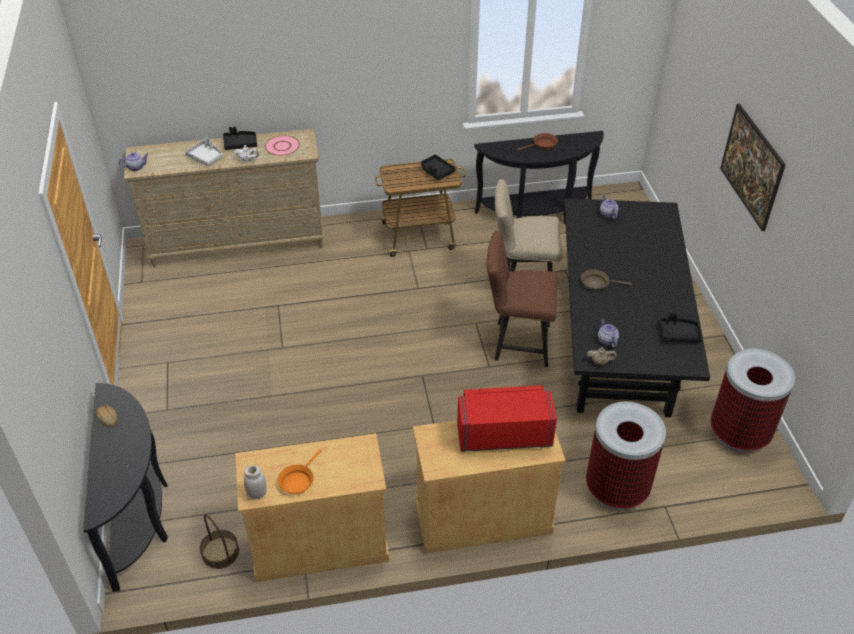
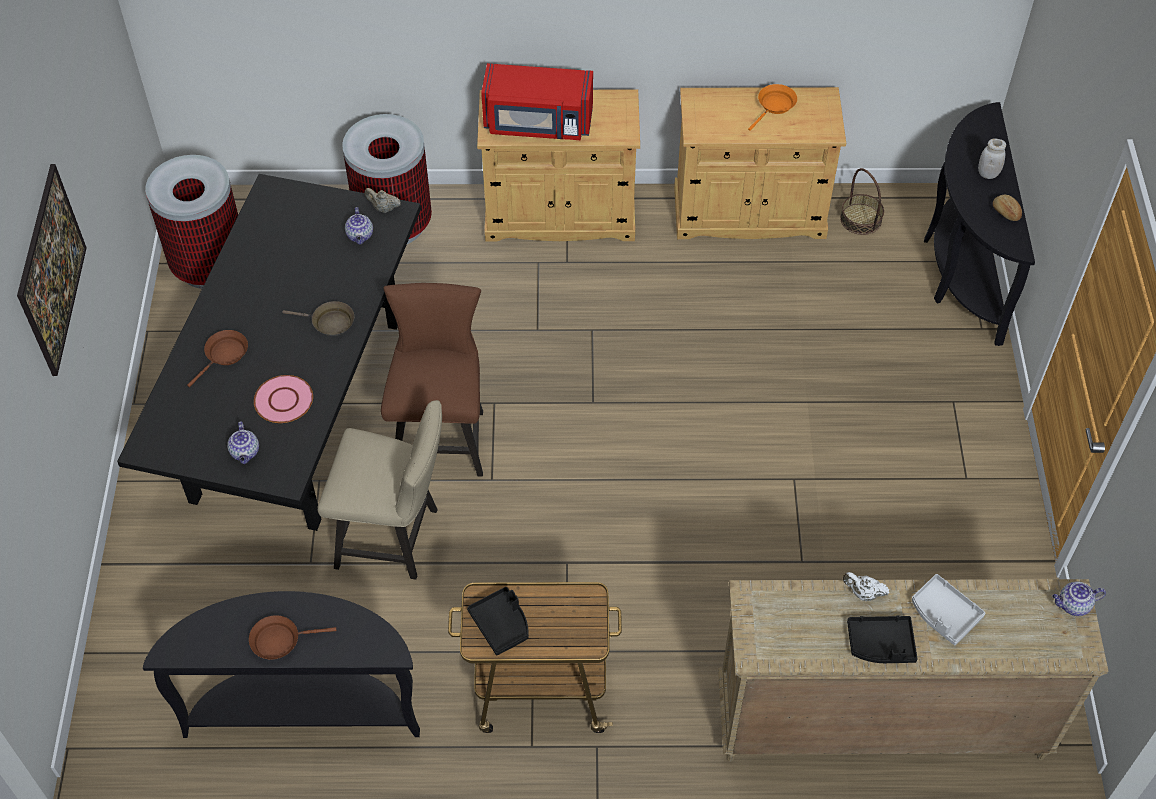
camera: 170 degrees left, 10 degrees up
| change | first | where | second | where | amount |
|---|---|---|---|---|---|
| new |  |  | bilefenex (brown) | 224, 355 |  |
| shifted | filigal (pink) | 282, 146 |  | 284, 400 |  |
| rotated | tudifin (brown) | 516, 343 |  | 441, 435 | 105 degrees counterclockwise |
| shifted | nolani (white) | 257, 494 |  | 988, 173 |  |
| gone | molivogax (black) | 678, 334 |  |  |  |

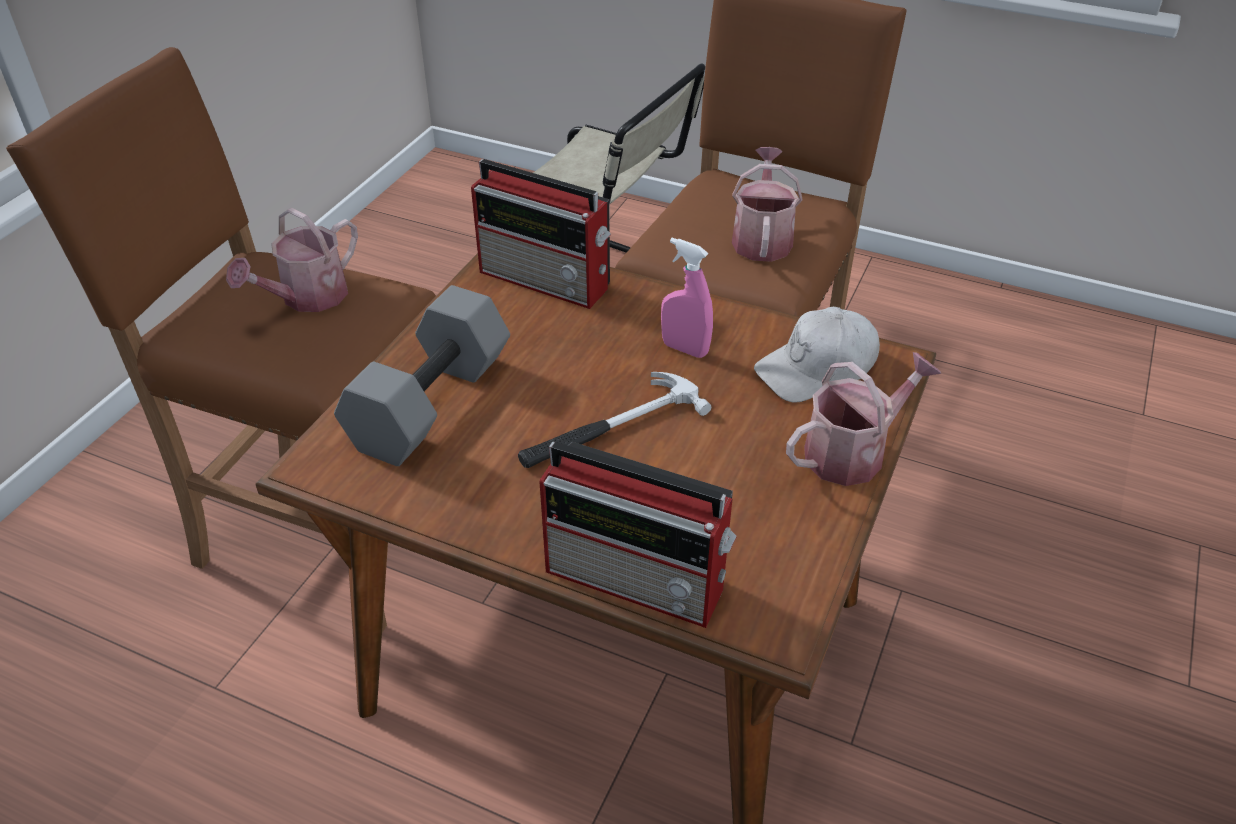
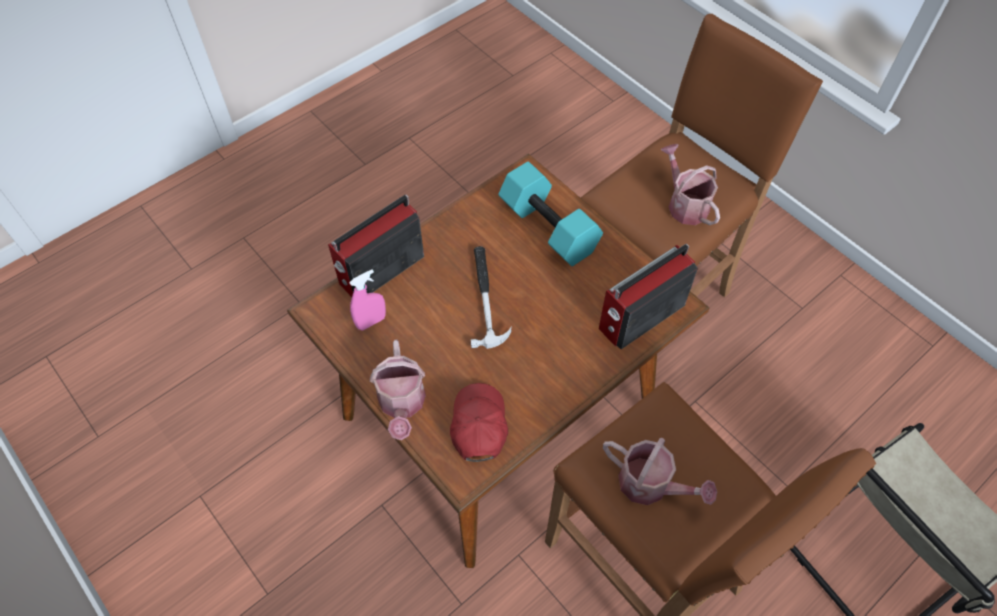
camera: 115 degrees right, 15 degrees up
| change | first | where | second | where | amount |
|---|---|---|---|---|---|
| shifted | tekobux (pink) | 685, 349 |  | 371, 322 |  |
| repainted | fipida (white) | 817, 369 | fipida (red) | 478, 426 |  |
| repainted | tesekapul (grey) | 429, 401 | tesekapul (turquoise) | 550, 227 |  |

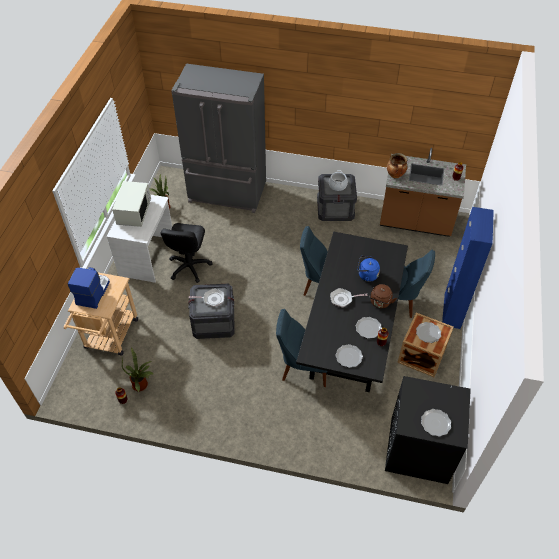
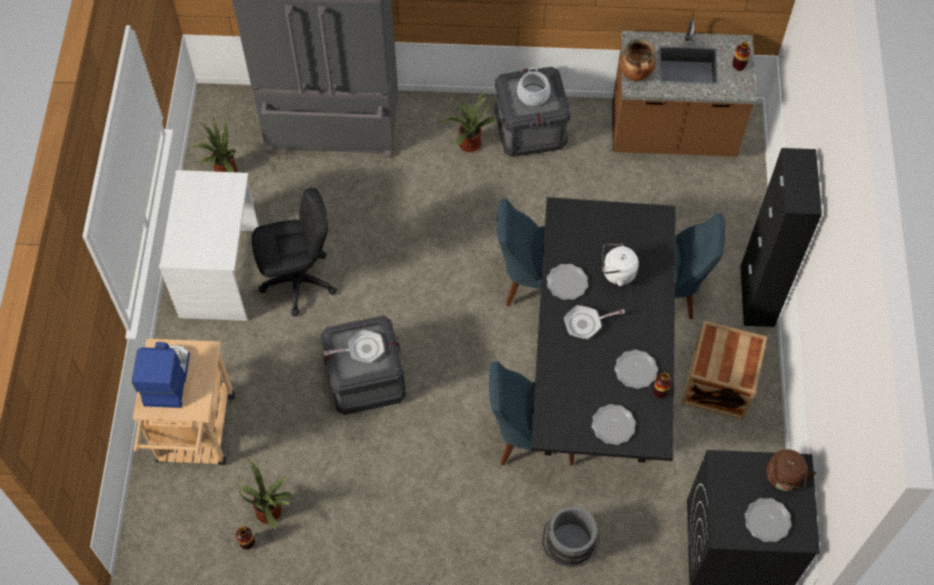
camera: 10 degrees left, 10 degrees up
| change | first | where | second | where | amount |
|---|---|---|---|---|---|
| rotated | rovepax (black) | 189, 267 |  | 299, 281 | 105 degrees counterclockwise |
| new |  |  | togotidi | 468, 142 |  |
| new |  |  | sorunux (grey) | 569, 549 |  |
| shifted | filigal | 428, 333 |  | 567, 282 |  |
| repainted | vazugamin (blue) | 366, 275 | vazugamin (white) | 616, 273 |  |
| repainted | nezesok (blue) | 452, 311 | nezesok (black) | 757, 296 |  |
| shifted | vazugamin (brown) | 380, 303 |  | 783, 478 |  |
| gone | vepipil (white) | 134, 212 |  |  |  |

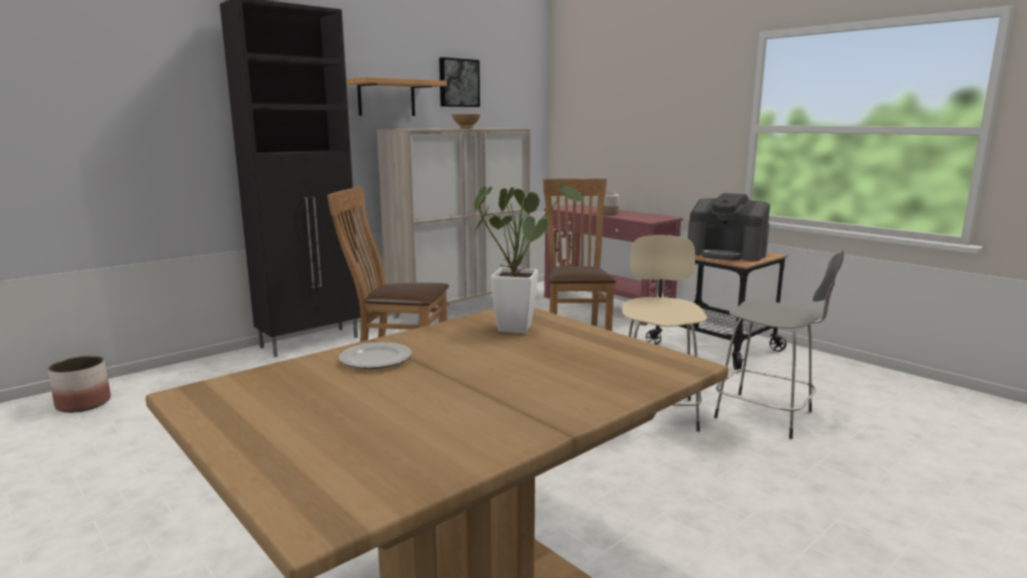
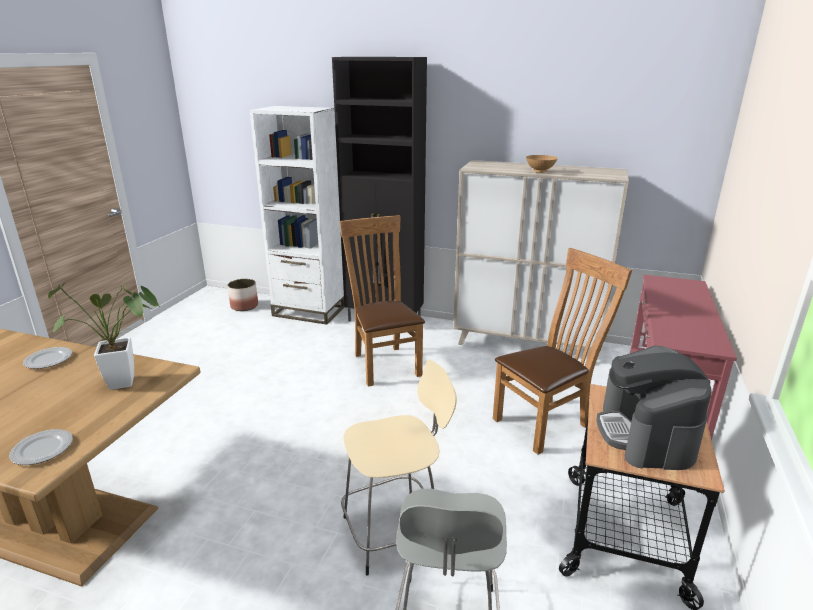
camera: 60 degrees right, 10 degrees up
| change | first | where | second | where | amount |
|---|---|---|---|---|---|
| new |  |  | filigal | 43, 449 |  |
| new |  |  | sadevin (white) | 308, 311 |  |
| gone | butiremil | 386, 98 |  |  |  |
| gone | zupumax | 458, 83 |  |  |  |
| gone | nolani | 608, 213 |  |  |  |

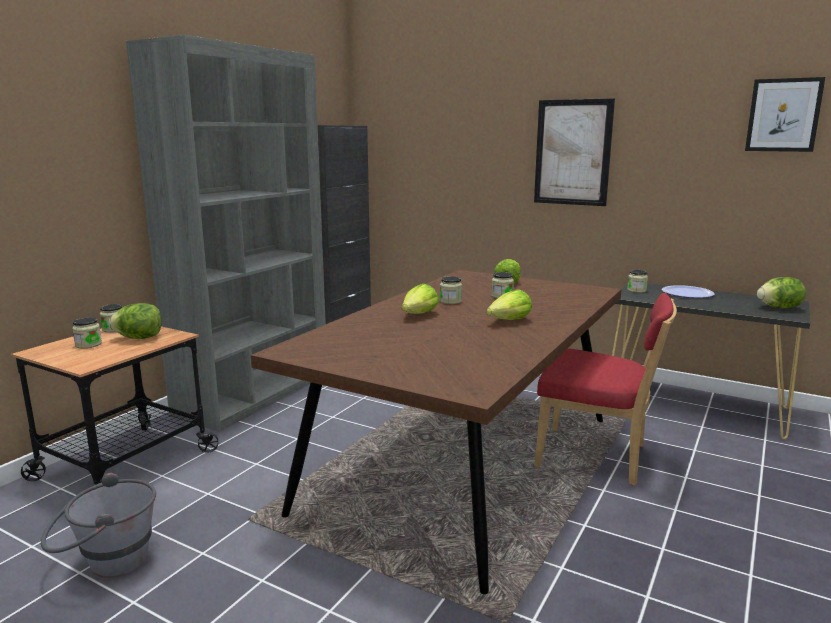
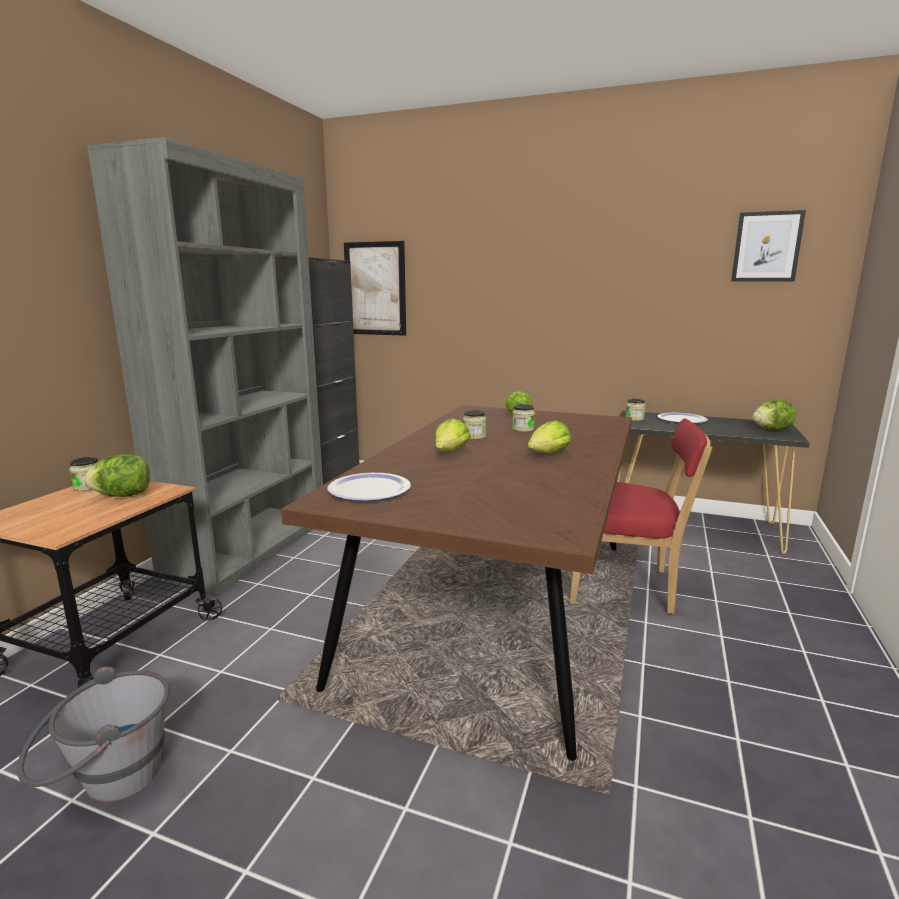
camera: 10 degrees left, 0 degrees up
| change | first | where | second | where | amount |
|---|---|---|---|---|---|
| new |  |  | filigal | 369, 489 |  |
| shifted | zupumax | 572, 152 |  | 375, 289 |  |
| gone | nolani | 88, 344 |  |  |  |

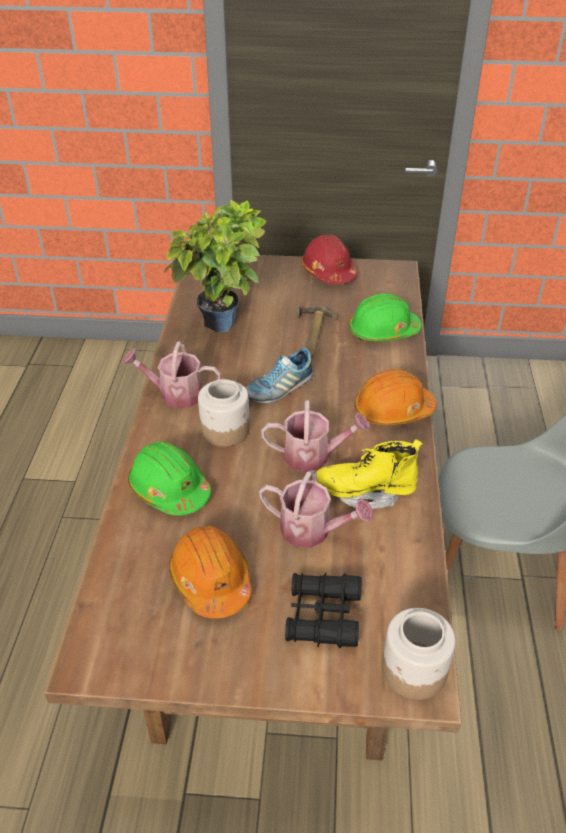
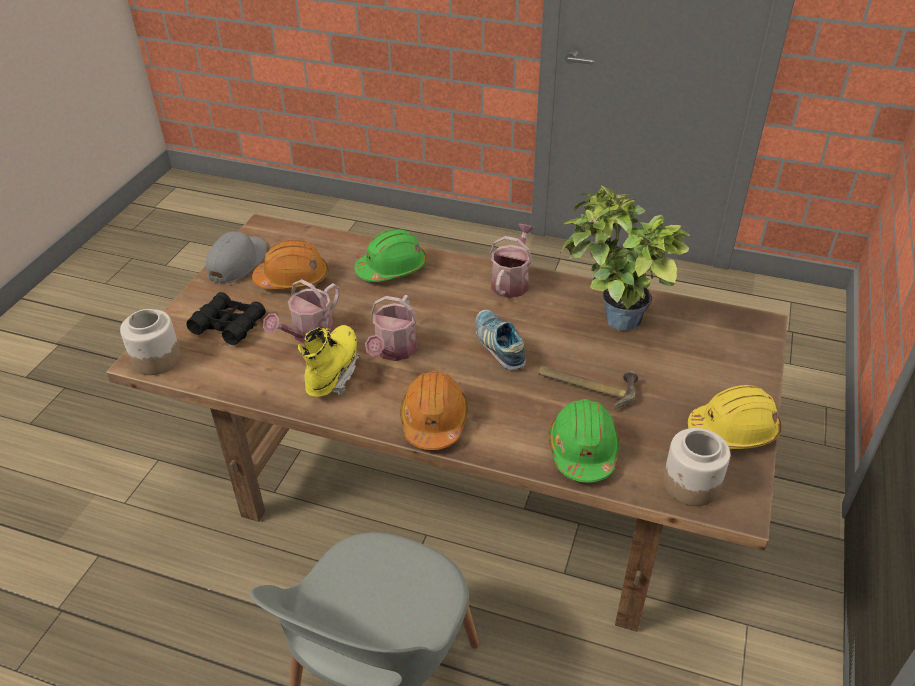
camera: 105 degrees right, 0 degrees up
| change | first | where | second | where | amount |
|---|---|---|---|---|---|
| new |  |  | fipida (grey) | 237, 262 |  |
| shifted | nolani | 226, 430 |  | 691, 484 |  |
| repainted | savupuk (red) | 328, 272 | savupuk (yellow) | 733, 430 |  |

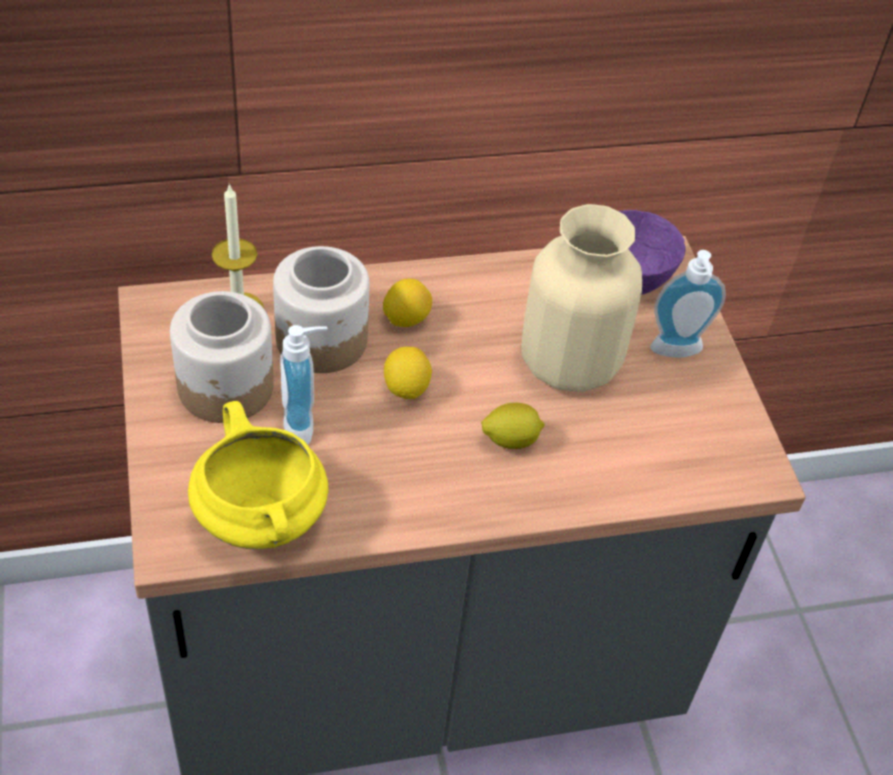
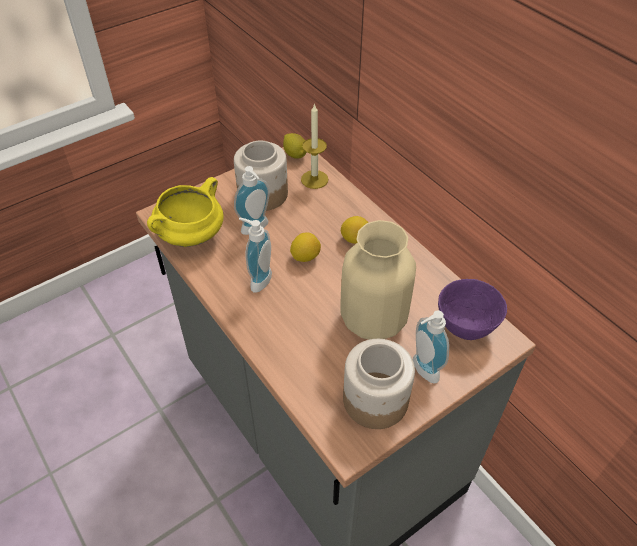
camera: 70 degrees right, 0 degrees up
| change | first | where | second | where | amount |
|---|---|---|---|---|---|
| new |  |  | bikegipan | 257, 279 |  |
| shifted | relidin | 510, 440 |  | 295, 154 |  |
| shifted | nolani | 321, 341 |  | 374, 400 |  |

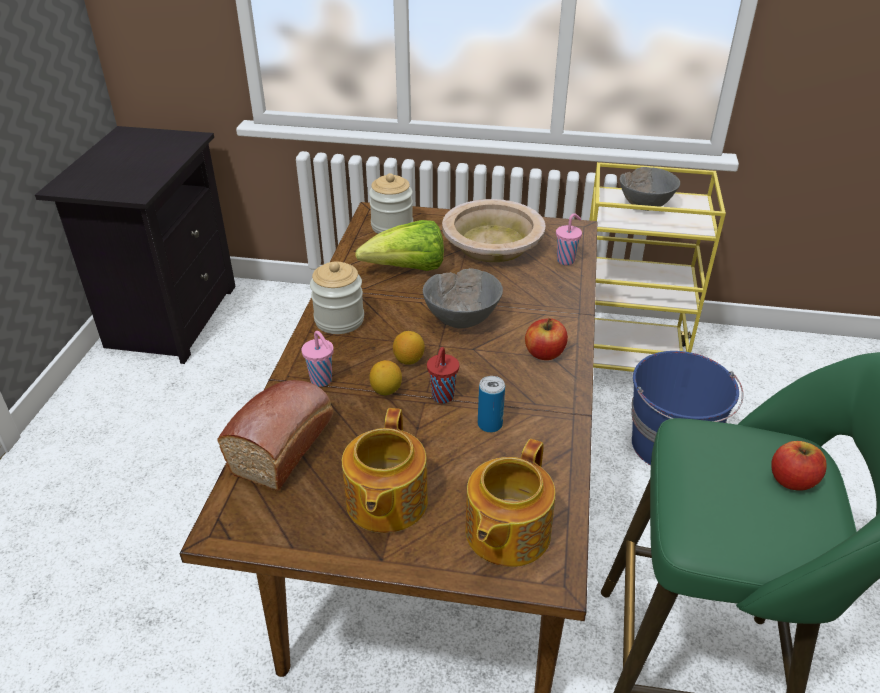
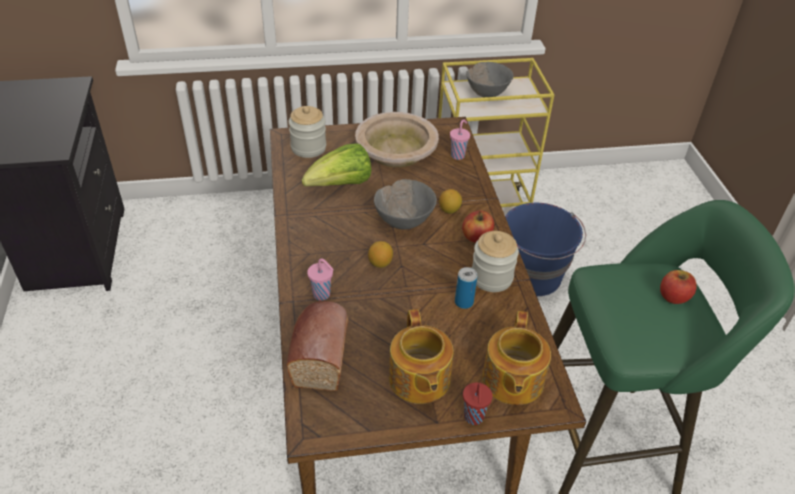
camera: 20 degrees left, 5 degrees up
| change | first | where | second | where | amount |
|---|---|---|---|---|---|
| shifted | relidin | 386, 390 |  | 449, 210 |  |
| shifted | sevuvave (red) | 442, 397 |  | 473, 418 |  |
| shifted | nolani | 339, 320 |  | 491, 277 |  |

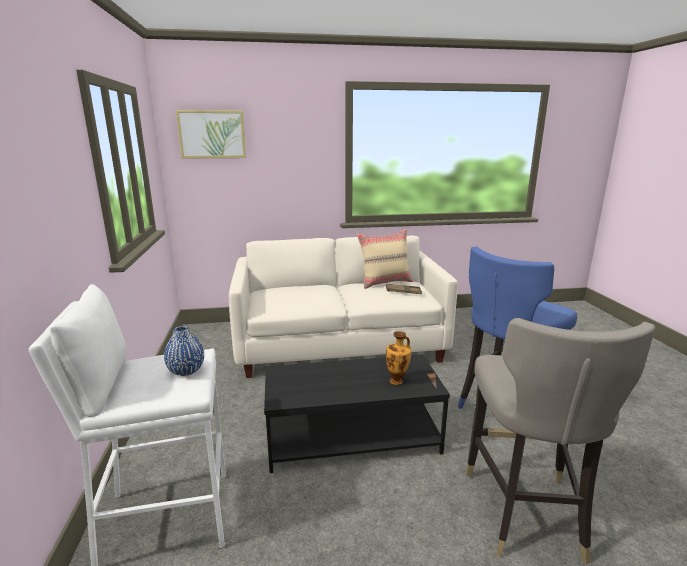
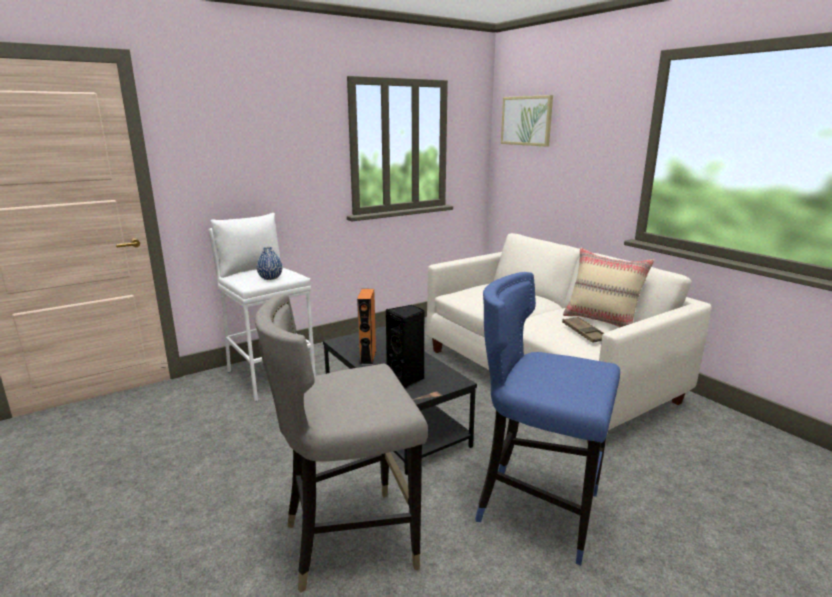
camera: 65 degrees right, 0 degrees up
| change | first | where | second | where | amount |
|---|---|---|---|---|---|
| new |  |  | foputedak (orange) | 368, 357 |  |
| swapped | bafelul | 397, 381 | foputedak (black) | 406, 379 |  |

